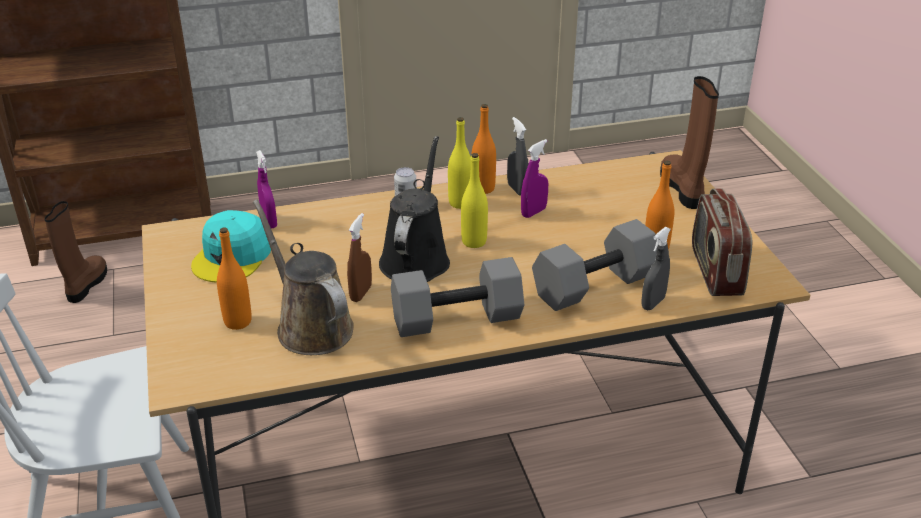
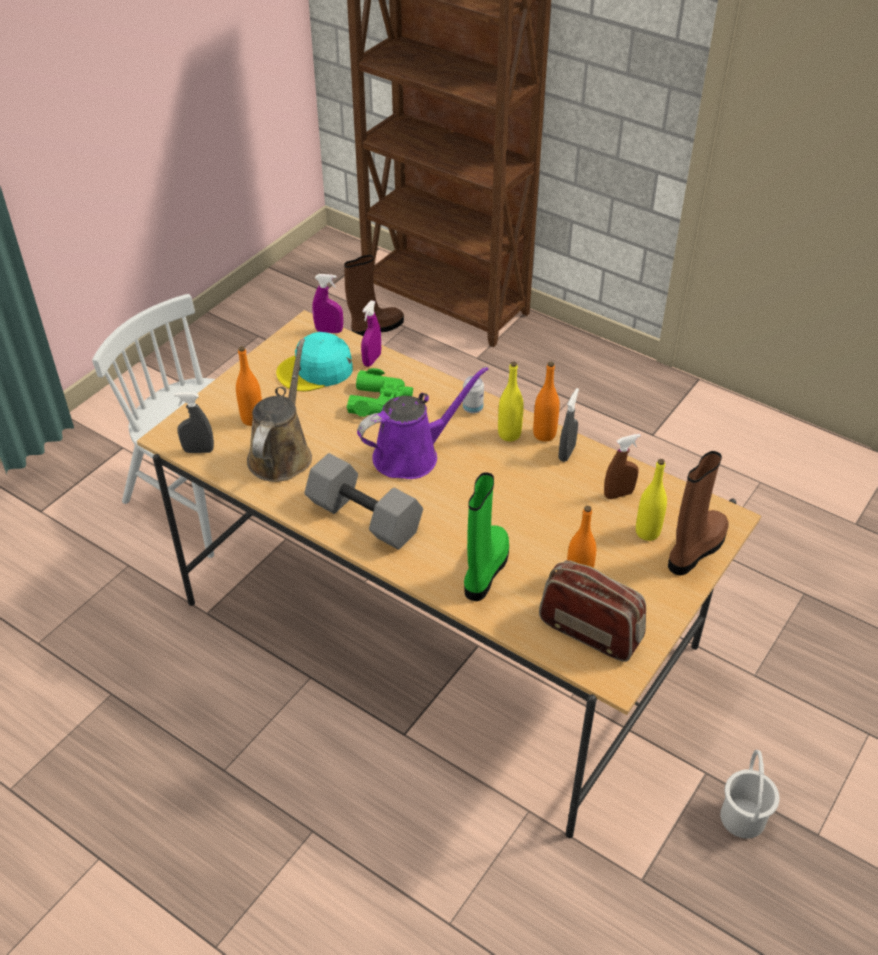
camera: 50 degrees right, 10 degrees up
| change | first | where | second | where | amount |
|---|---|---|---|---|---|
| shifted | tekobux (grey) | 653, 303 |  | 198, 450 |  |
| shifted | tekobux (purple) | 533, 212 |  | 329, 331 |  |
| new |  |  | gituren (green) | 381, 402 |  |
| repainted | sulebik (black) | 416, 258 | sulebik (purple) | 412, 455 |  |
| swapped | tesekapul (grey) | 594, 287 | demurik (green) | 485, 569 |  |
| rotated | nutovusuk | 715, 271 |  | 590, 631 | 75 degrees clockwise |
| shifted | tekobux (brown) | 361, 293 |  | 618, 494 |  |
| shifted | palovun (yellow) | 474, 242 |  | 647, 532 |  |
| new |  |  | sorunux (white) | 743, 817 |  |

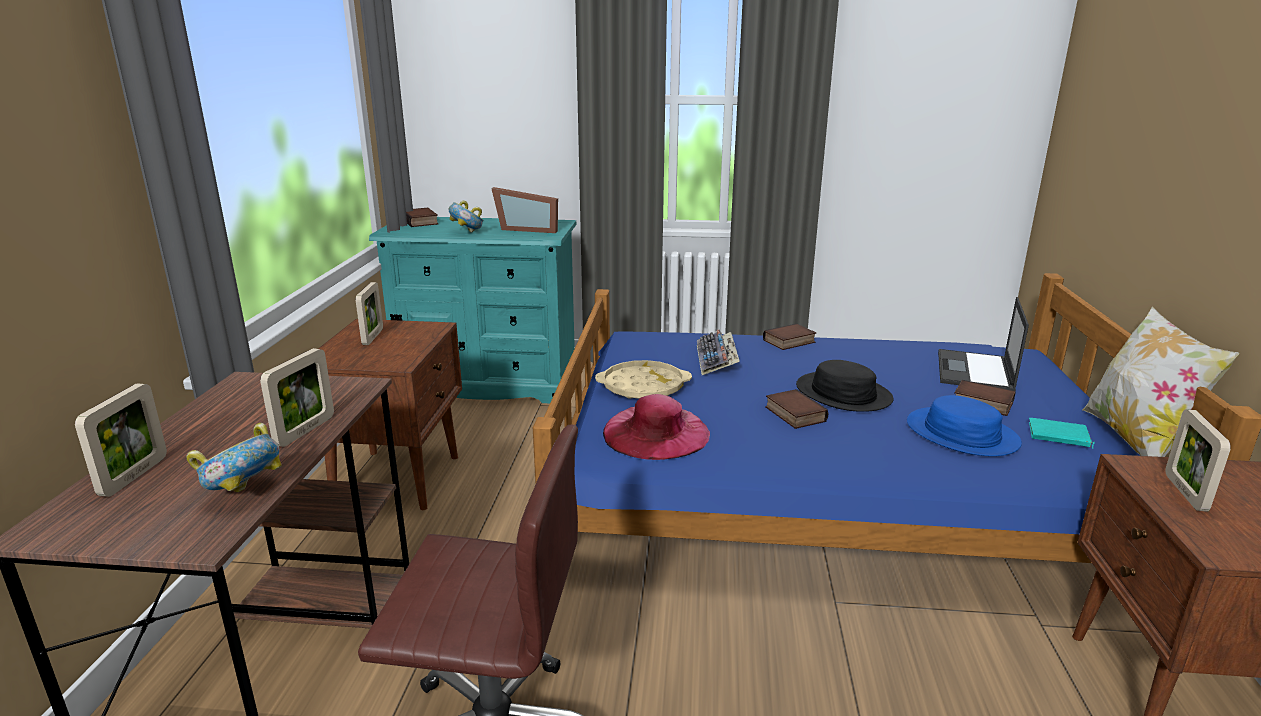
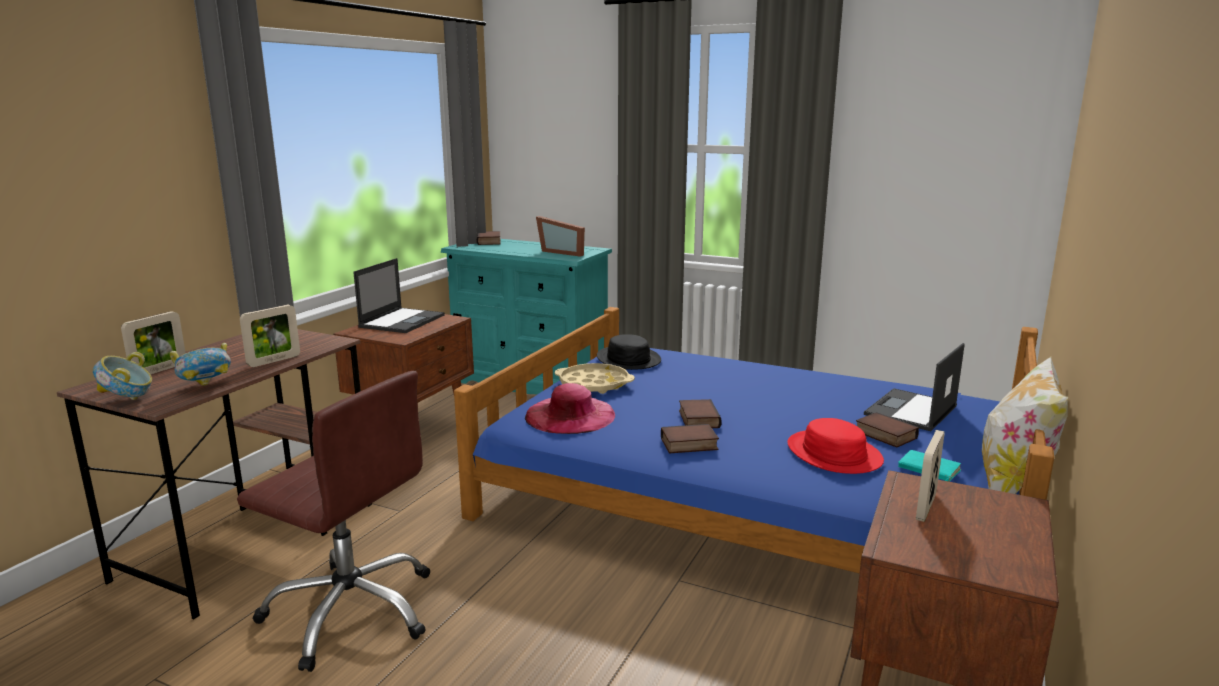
camera: 20 degrees right, 5 degrees down
| change | first | where | second | where | amount |
|---|---|---|---|---|---|
| shifted | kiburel | 467, 233 |  | 128, 400 |  |
| swapped | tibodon | 373, 337 | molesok | 402, 321 |  |
| shifted | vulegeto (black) | 843, 394 |  | 628, 359 |  |
| shifted | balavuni | 789, 342 |  | 688, 445 |  |
| repainted | vulegeto (blue) | 961, 434 | vulegeto (red) | 833, 454 |  |
| gone | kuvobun | 717, 360 |  |  |  |

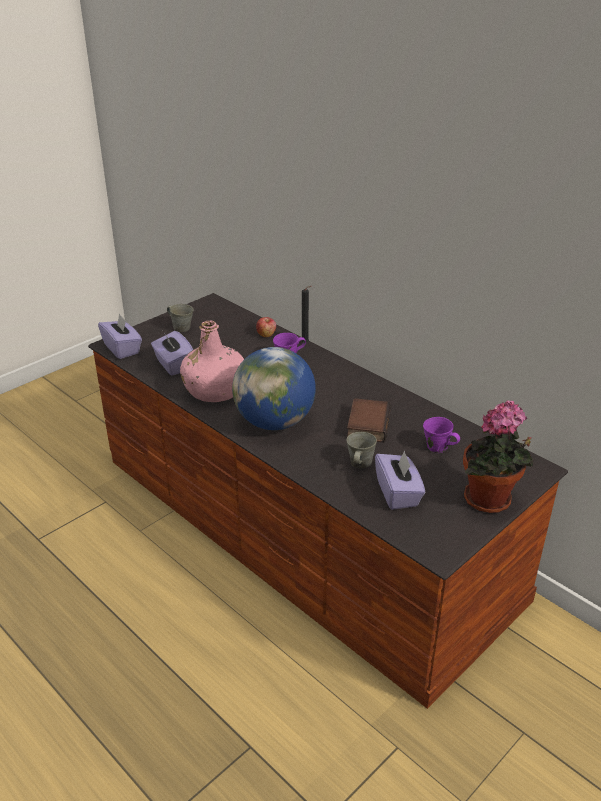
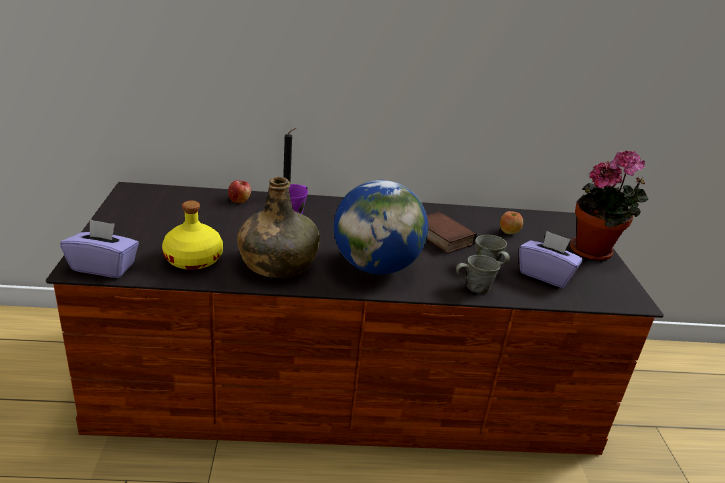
camera: 50 degrees left, 5 degrees down
| change | first | where | second | where | amount |
|---|---|---|---|---|---|
| swapped | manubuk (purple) | 173, 365 | palovun (yellow) | 194, 259 |  |
| repainted | palovun (pink) | 215, 390 | palovun (green) | 277, 264 |  |
| shifted | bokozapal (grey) | 181, 327 |  | 475, 288 |  |
| swapped | bokozapal (purple) | 438, 448 | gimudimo | 509, 232 |  |

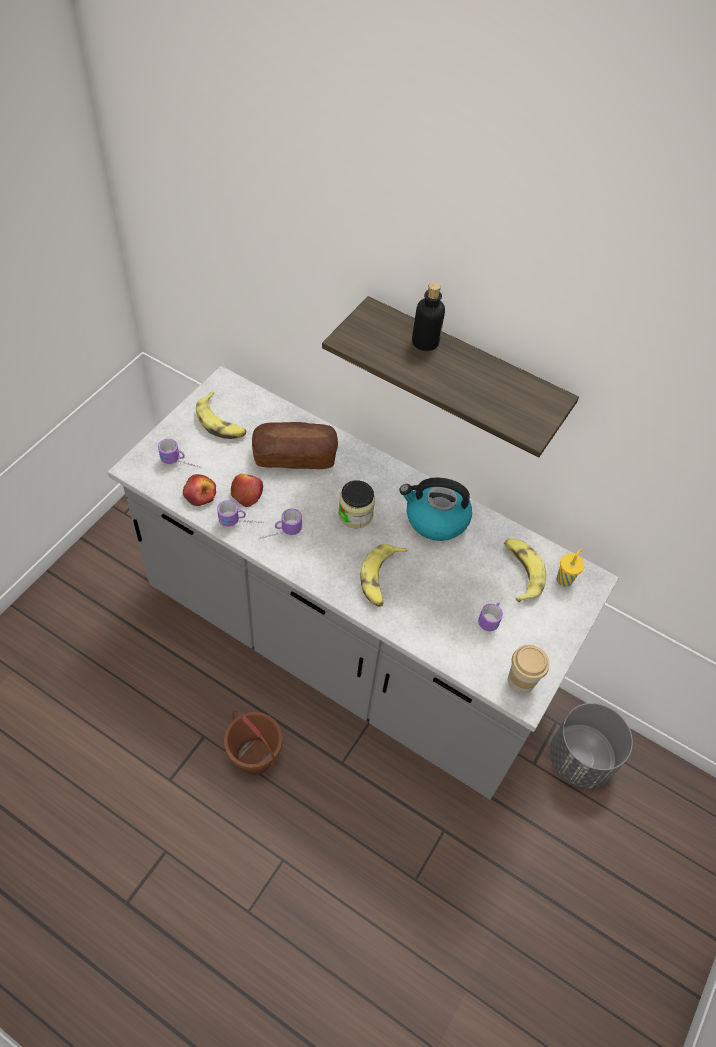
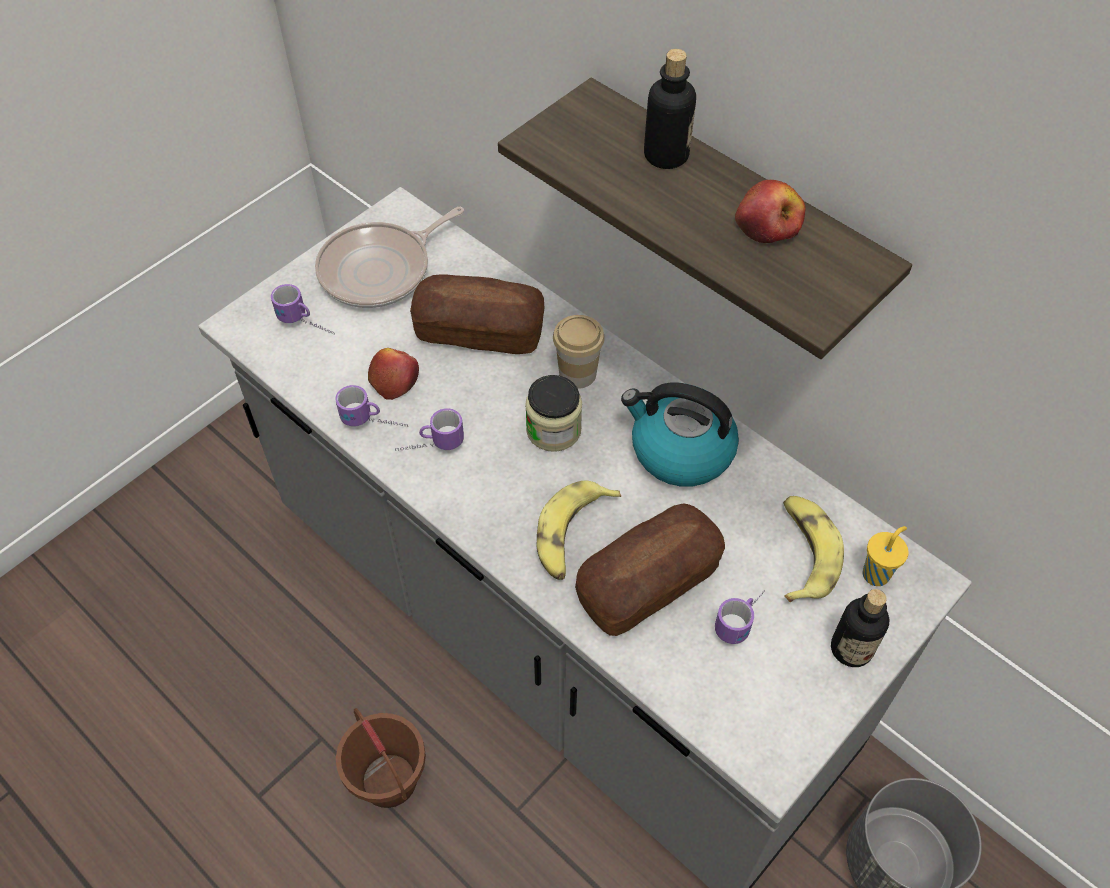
camera: 15 degrees right, 0 degrees up
| change | first | where | second | where | amount |
|---|---|---|---|---|---|
| swapped | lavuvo | 221, 423 | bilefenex | 380, 270 |  |
| shifted | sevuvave | 521, 681 |  | 577, 373 |  |
| new |  |  | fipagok | 648, 583 |  |
| shifted | gimudimo | 200, 494 |  | 768, 224 |  |
| new |  |  | palovun | 851, 649 |  |

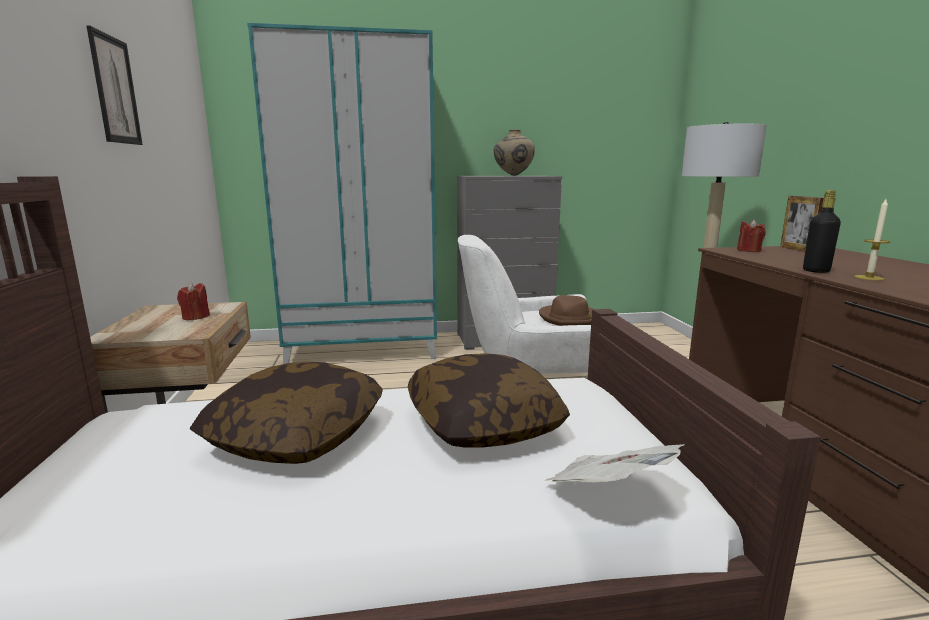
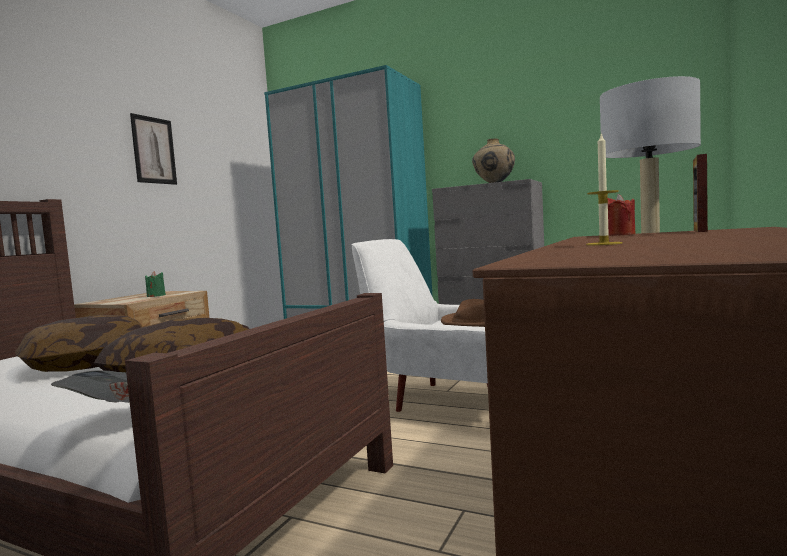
camera: 35 degrees right, 10 degrees down
| change | first | where | second | where | amount |
|---|---|---|---|---|---|
| repainted | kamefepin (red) | 195, 317 | kamefepin (green) | 156, 296 |  |
| gone | palovun (black) | 816, 271 |  |  |  |

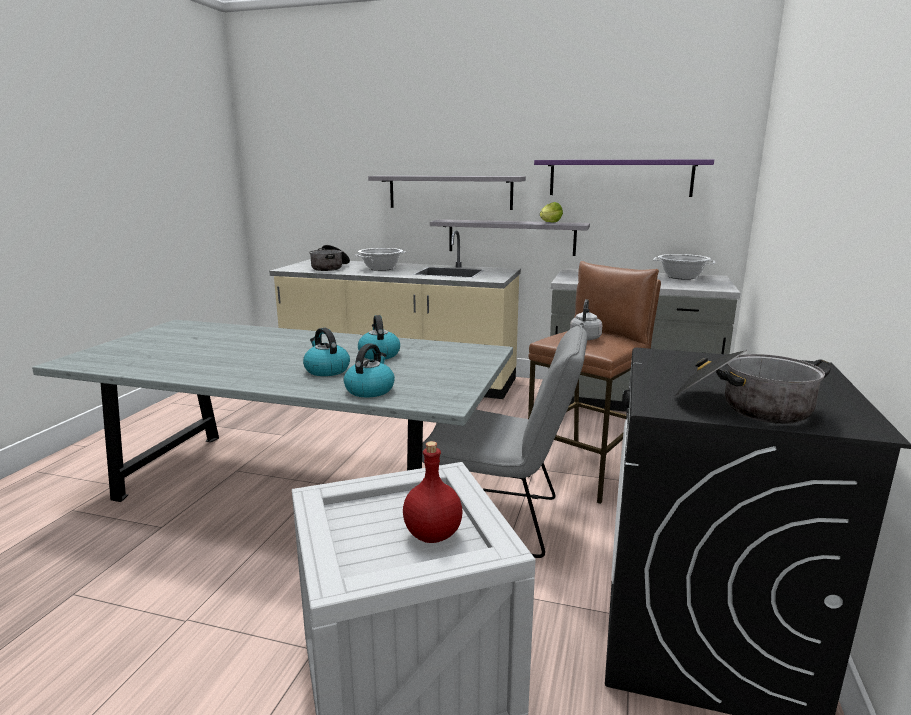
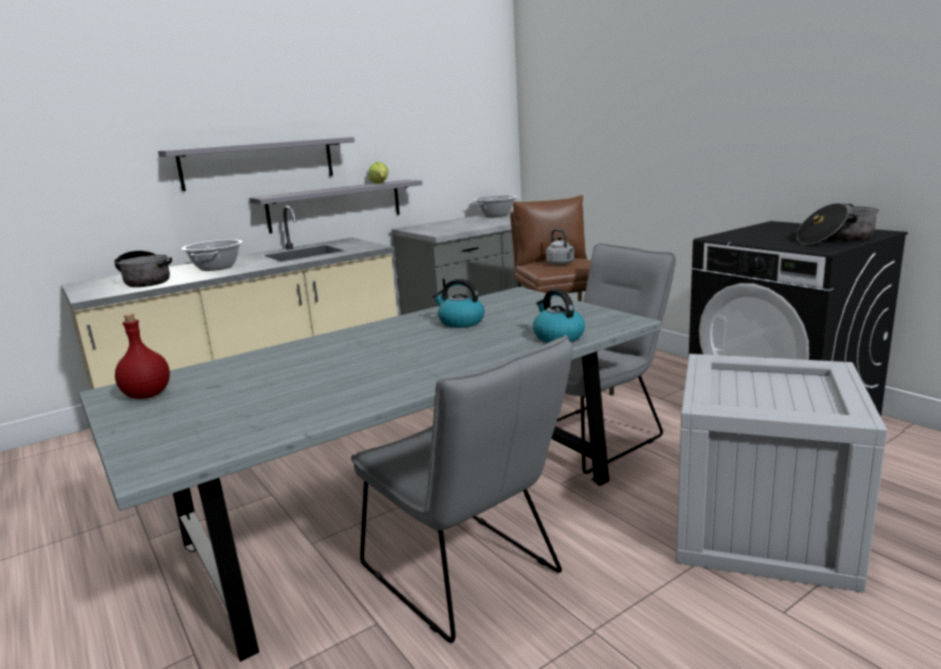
camera: 50 degrees left, 0 degrees up
| change | first | where | second | where | amount |
|---|---|---|---|---|---|
| shifted | palovun (red) | 431, 535 |  | 146, 395 |  |
| new |  |  | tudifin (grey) | 467, 576 |  |
| gone | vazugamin | 326, 370 |  |  |  |
| gone | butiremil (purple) | 620, 178 |  |  |  |

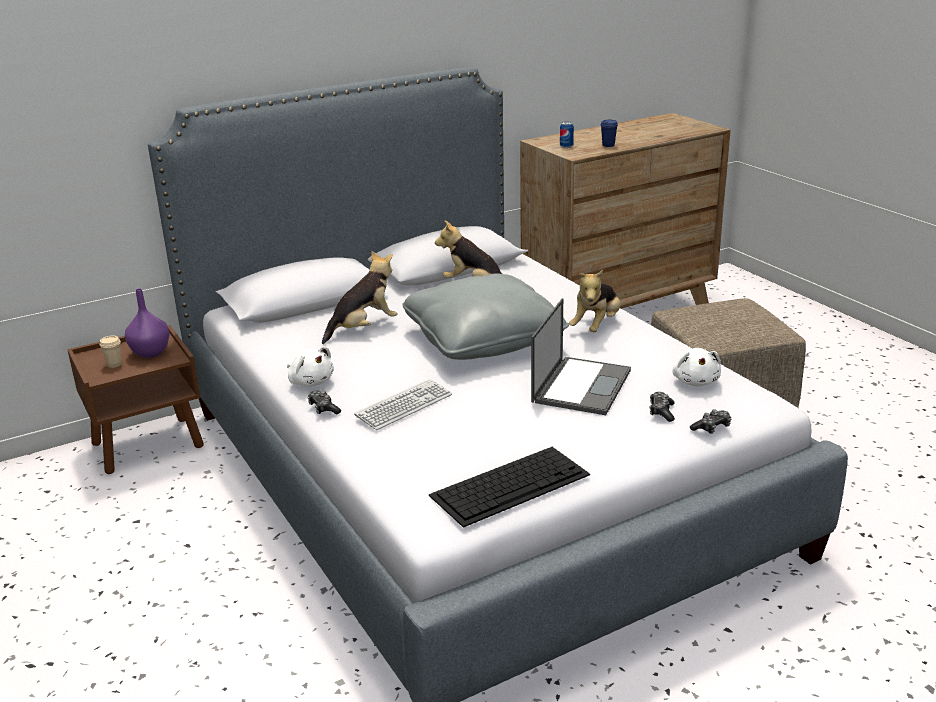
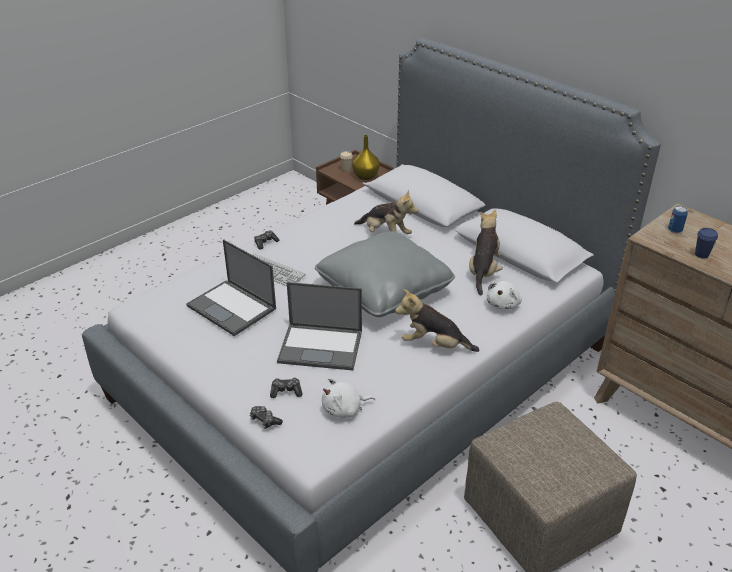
camera: 75 degrees right, 10 degrees up
| change | first | where | second | where | amount |
|---|---|---|---|---|---|
| new |  |  | molesok | 232, 308 |  |
| repainted | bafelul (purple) | 149, 353 | bafelul (yellow) | 365, 176 |  |
| shifted | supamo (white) | 310, 382 |  | 503, 304 |  |
| gone | kuvobun | 511, 484 |  |  |  |

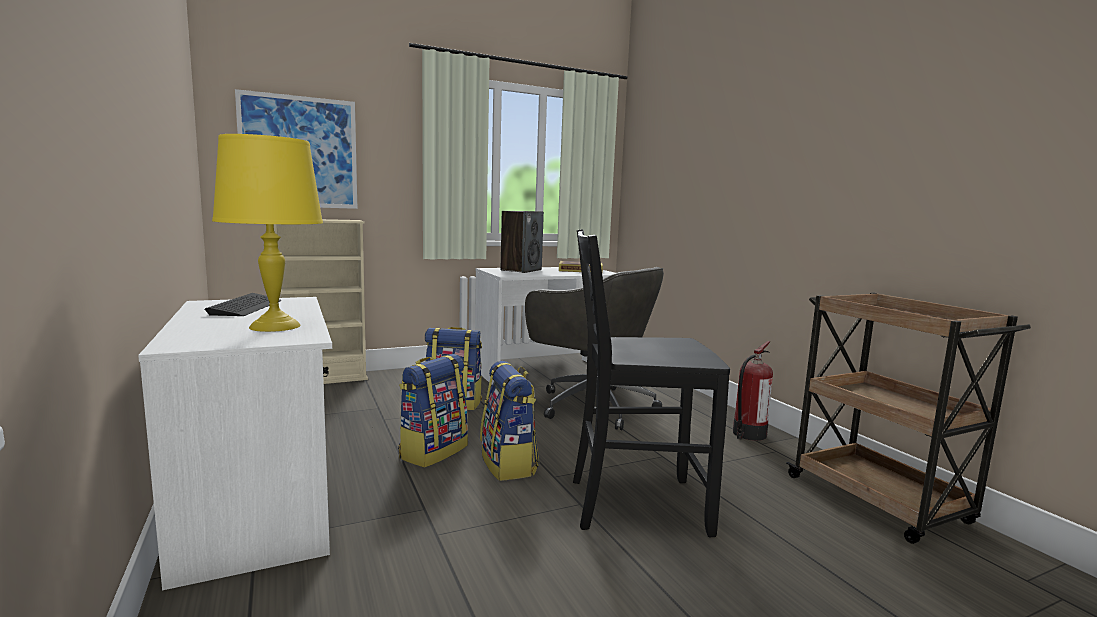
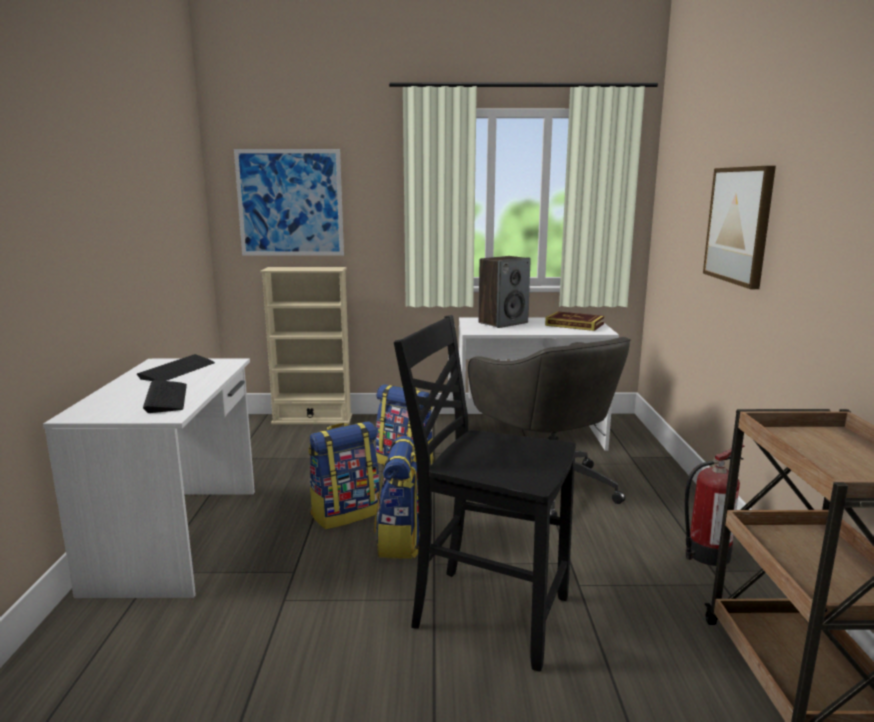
camera: 25 degrees right, 5 degrees up
| change | first | where | second | where | amount |
|---|---|---|---|---|---|
| swapped | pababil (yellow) | 274, 326 | kuvobun | 166, 398 |  |
| new |  |  | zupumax | 739, 225 |  |

